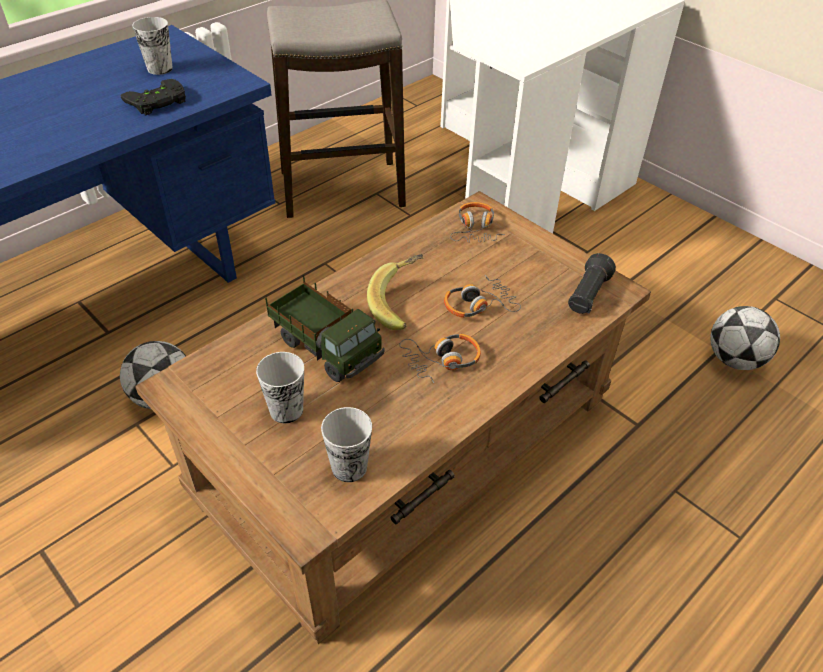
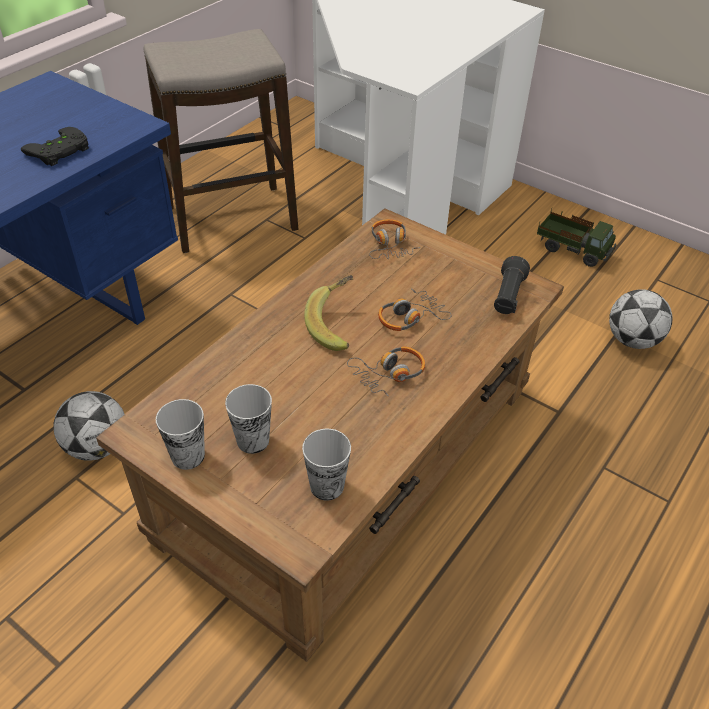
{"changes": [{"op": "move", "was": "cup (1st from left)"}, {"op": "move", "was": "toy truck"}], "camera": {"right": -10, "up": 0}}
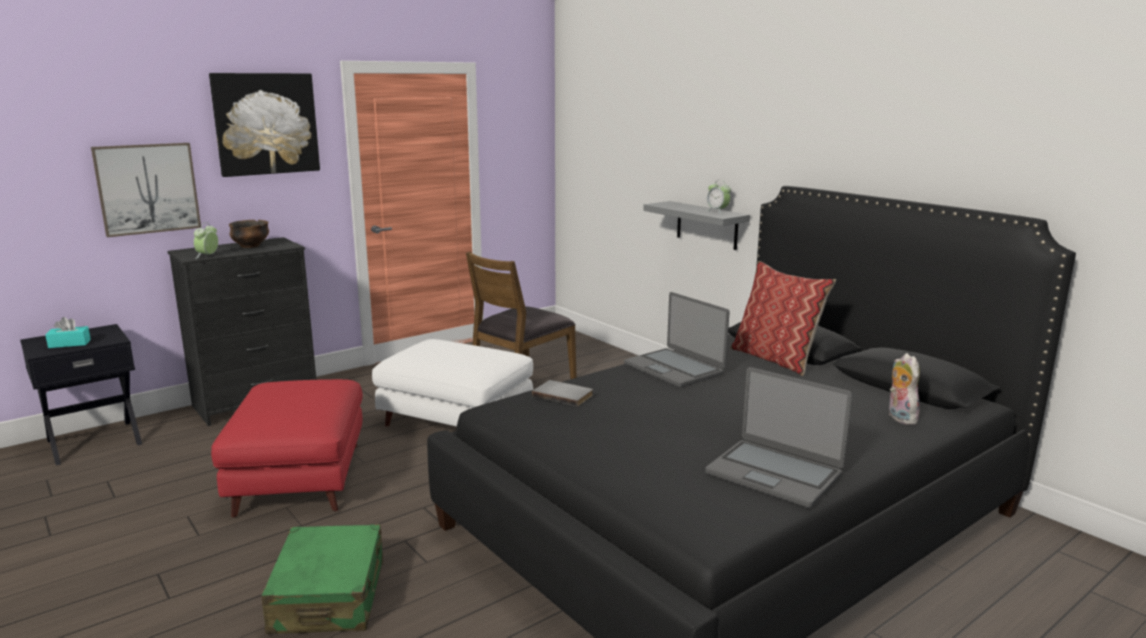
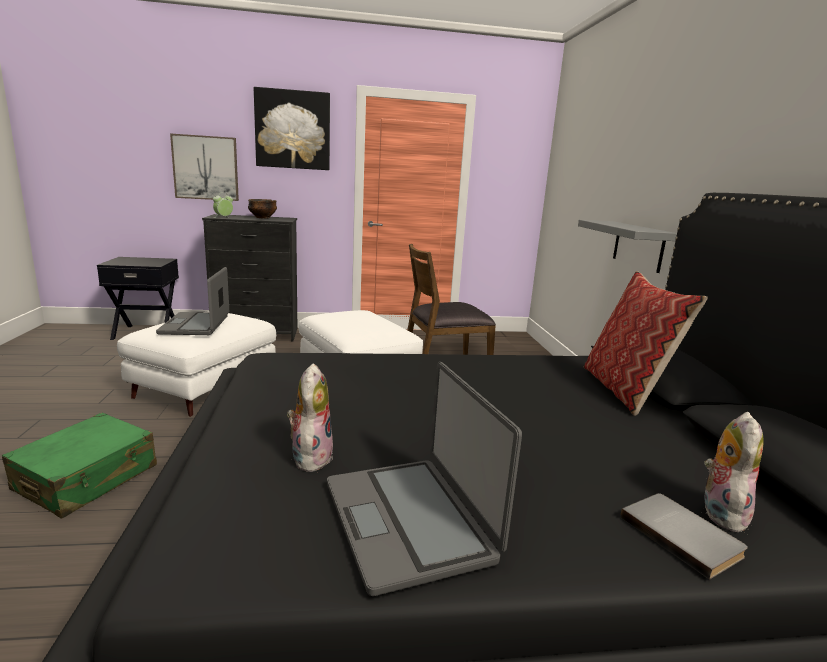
{"changes": [{"op": "recolor", "was": "red ottoman", "now": "white ottoman (1st from left)"}, {"op": "move", "was": "laptop (1st from left)"}, {"op": "insert", "now": "plush toy (1st from left)"}, {"op": "move", "was": "grey book"}, {"op": "delete", "was": "turquoise tissue box"}, {"op": "delete", "was": "alarm clock (2nd from left)"}], "camera": {"right": 30, "up": 0}}
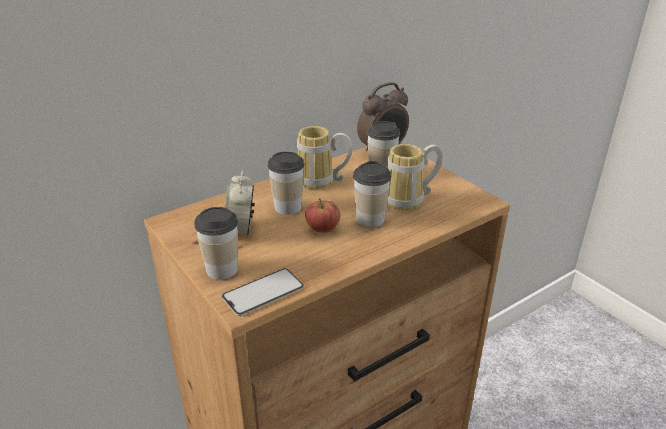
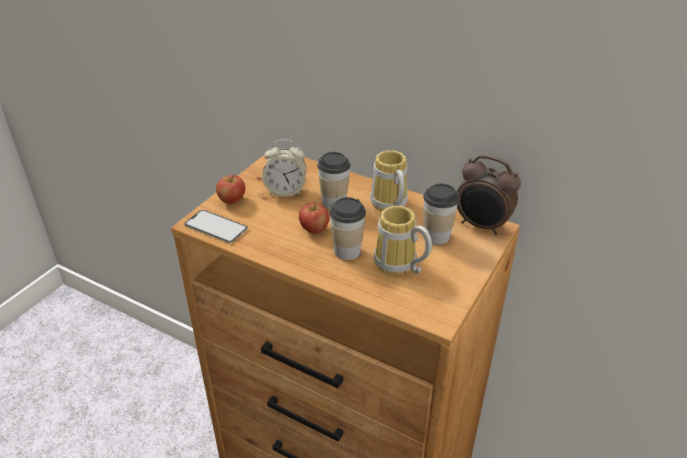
{"changes": [{"op": "replace", "was": "cup (1st from left)", "now": "apple (1st from left)"}, {"op": "rotate", "was": "alarm clock (1st from left)", "clockwise": -150}], "camera": {"right": 65, "up": 5}}
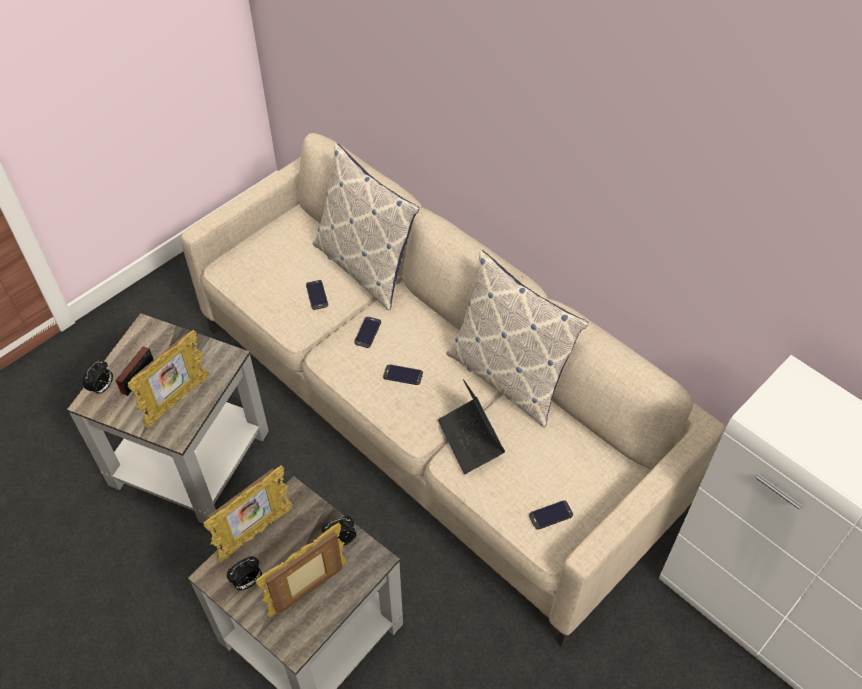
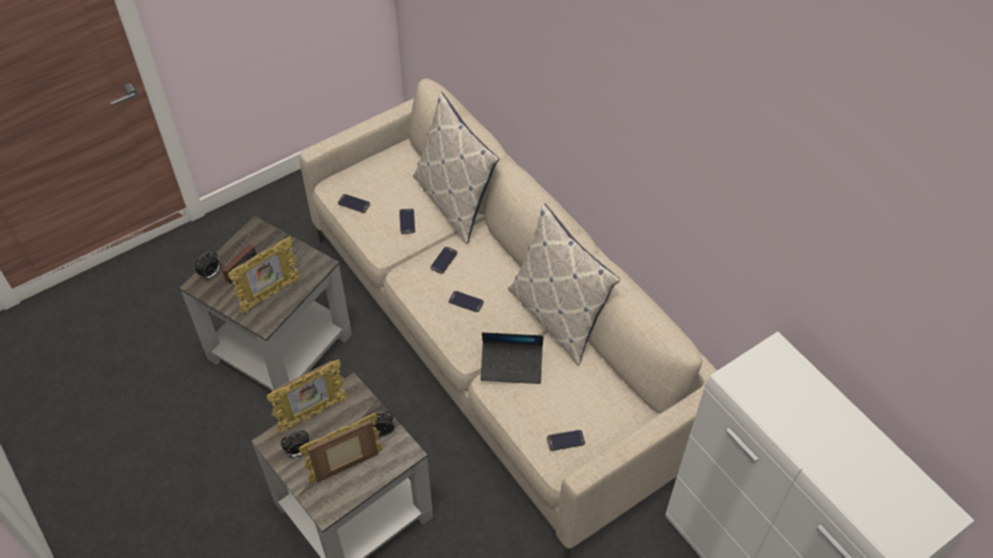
{"changes": [{"op": "insert", "now": "phone (1st from left)"}, {"op": "rotate", "was": "laptop", "clockwise": -75}], "camera": {"right": 10, "up": 0}}
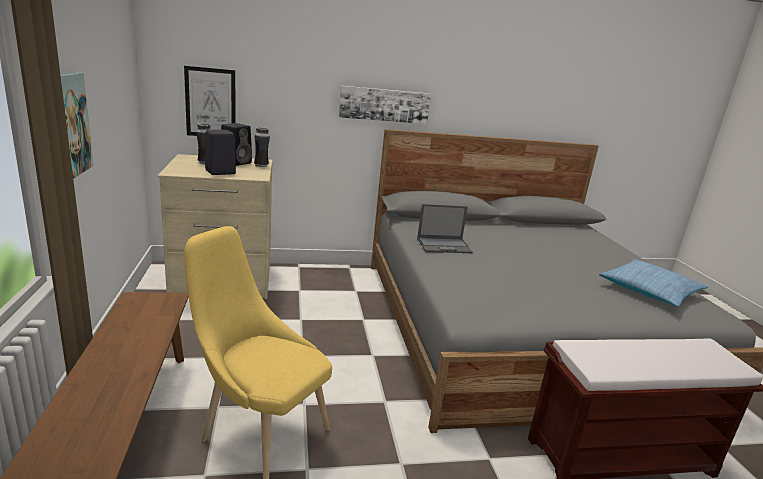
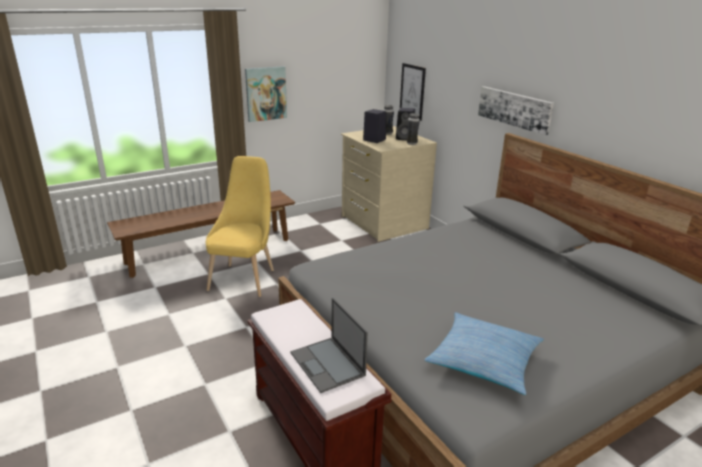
{"changes": [{"op": "move", "was": "laptop"}], "camera": {"right": 70, "up": 5}}
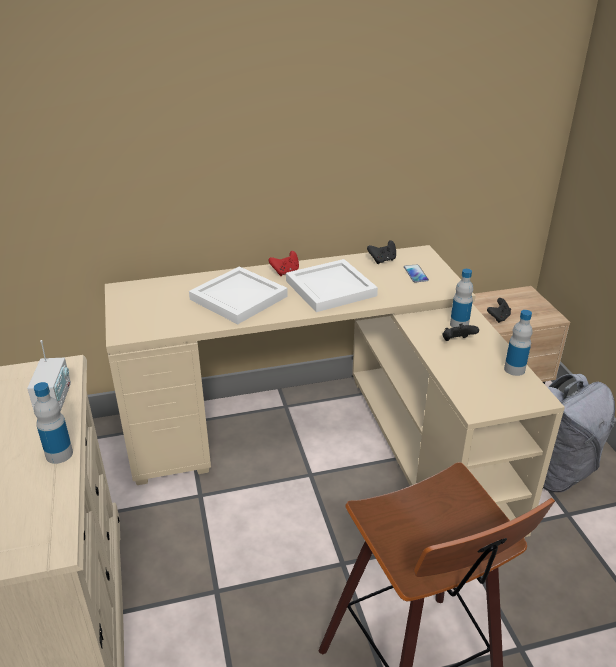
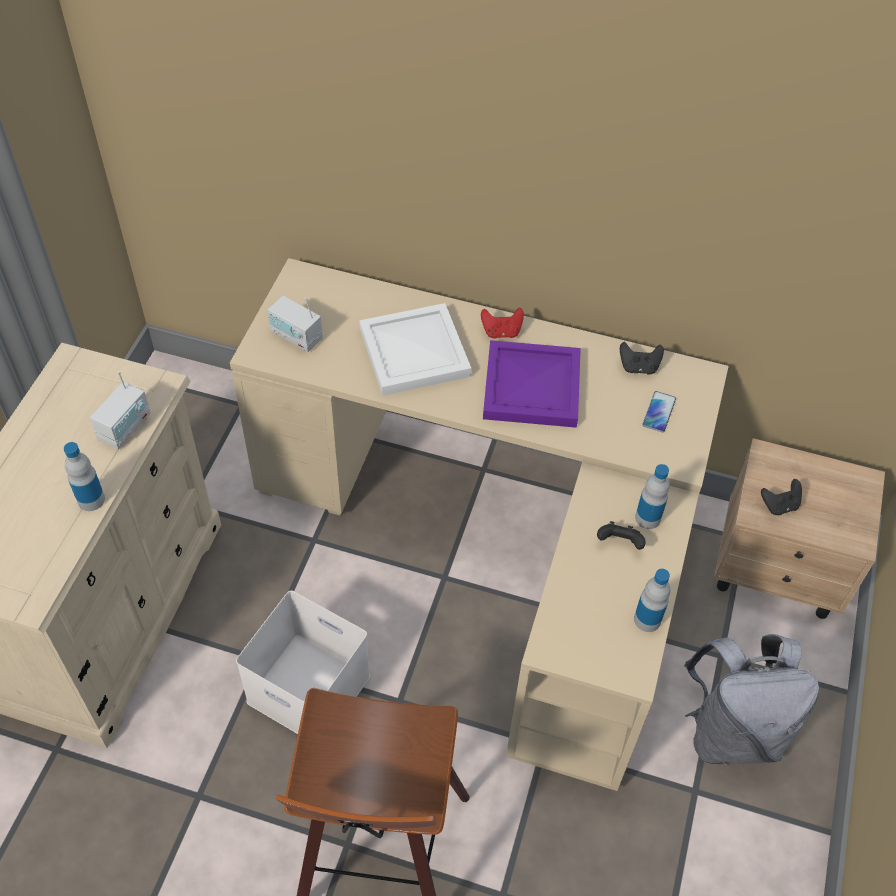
{"changes": [{"op": "insert", "now": "white storage box"}, {"op": "insert", "now": "radio (2nd from left)"}, {"op": "recolor", "was": "white tray (2nd from left)", "now": "purple tray"}], "camera": {"right": 30, "up": 20}}
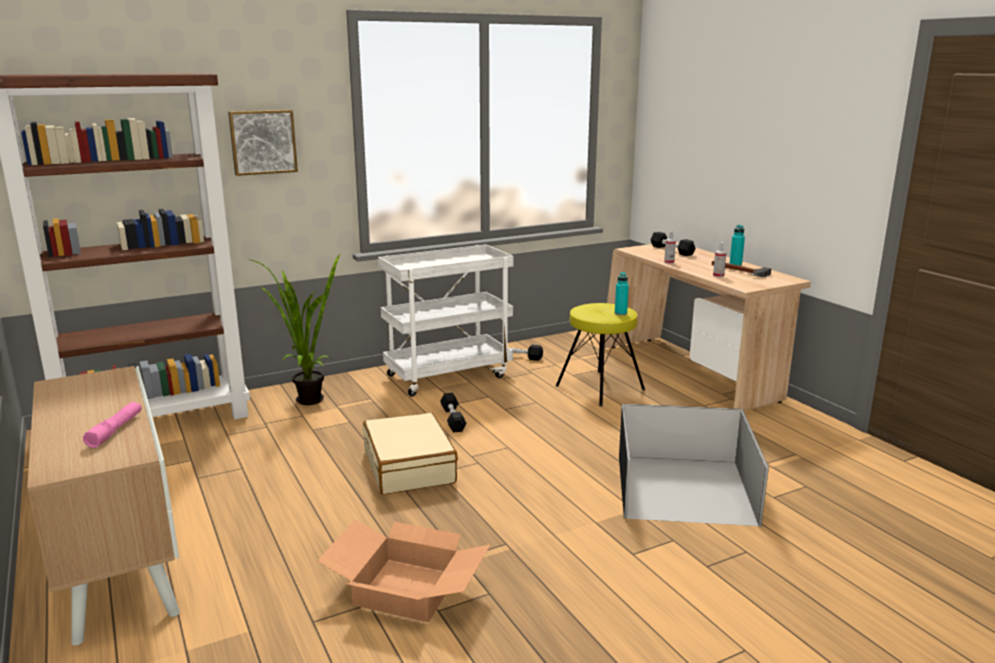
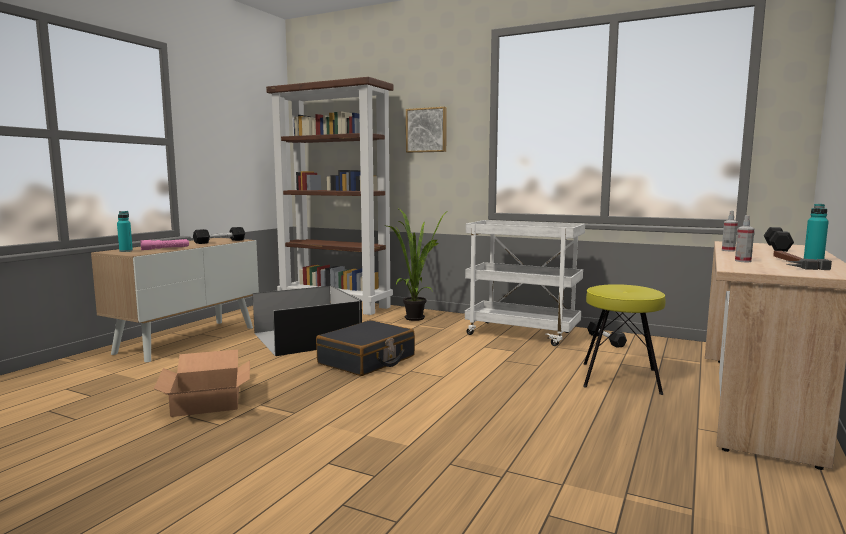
{"changes": [{"op": "move", "was": "turquoise bottle (1st from left)"}, {"op": "move", "was": "black dumbbell (1st from left)"}, {"op": "move", "was": "black storage box"}, {"op": "recolor", "was": "beige suitcase", "now": "black suitcase"}], "camera": {"right": 55, "up": -10}}
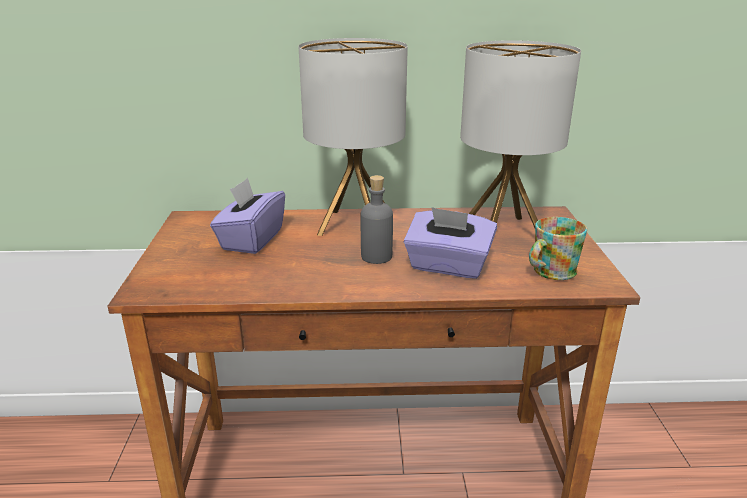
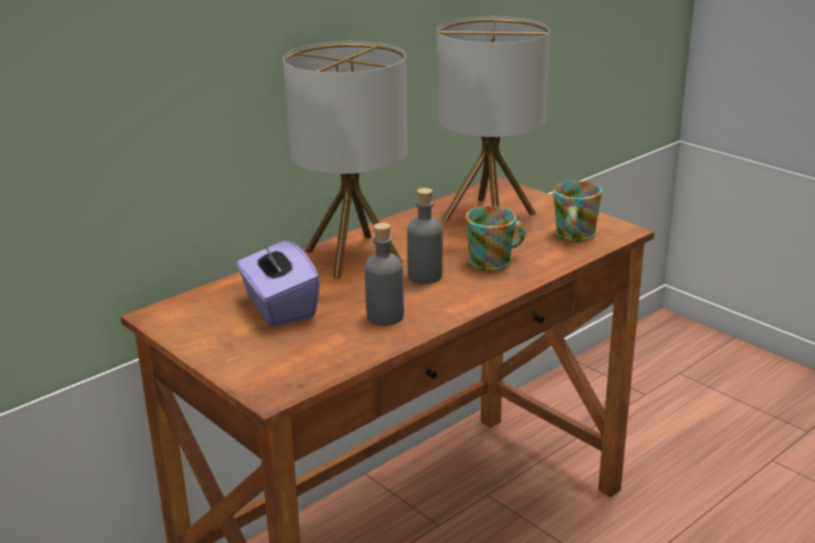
{"changes": [{"op": "insert", "now": "grey bottle (1st from left)"}, {"op": "replace", "was": "purple tissue box (2nd from left)", "now": "mug (1st from left)"}], "camera": {"right": -40, "up": 0}}
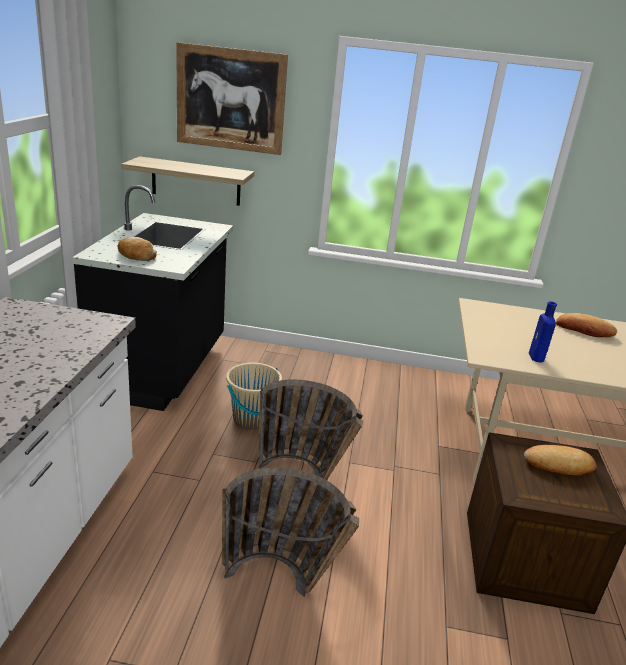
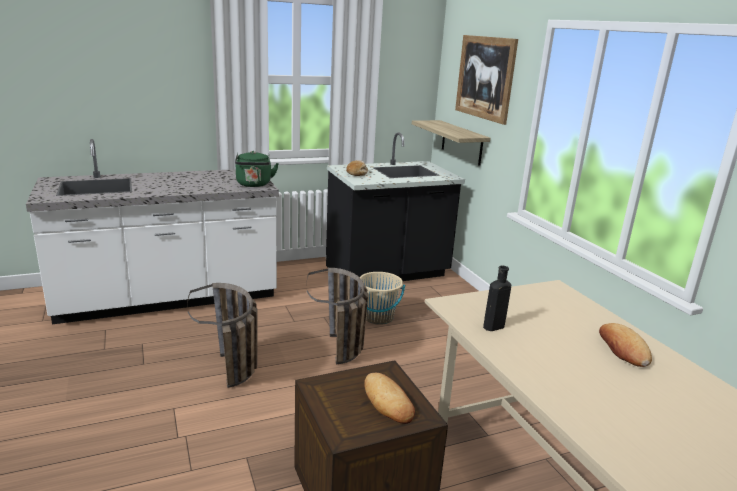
{"changes": [{"op": "insert", "now": "green kettle"}, {"op": "recolor", "was": "blue bottle", "now": "black bottle"}], "camera": {"right": 60, "up": -5}}
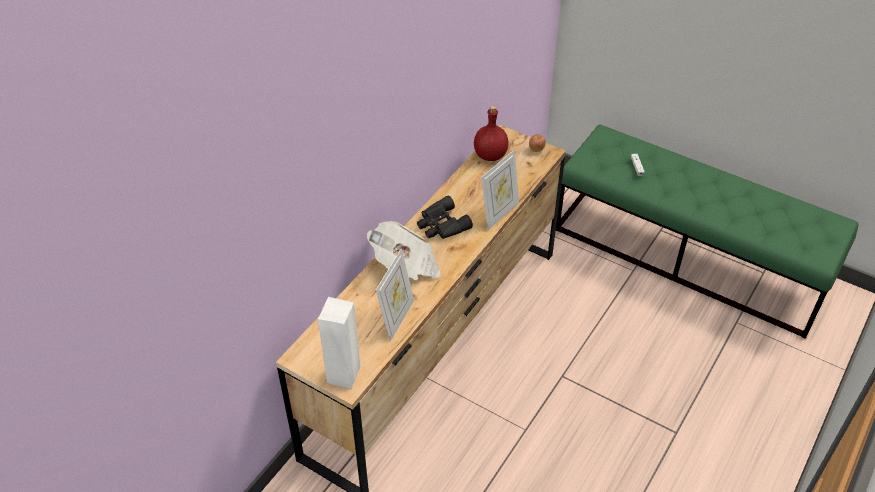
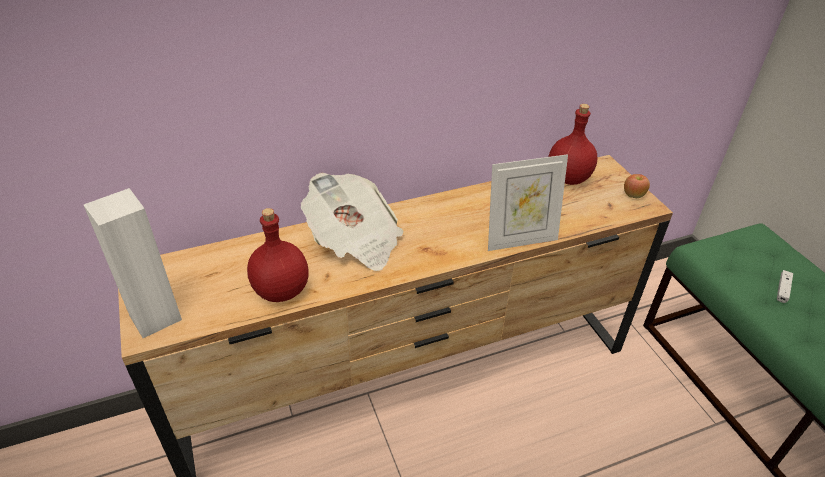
{"changes": [{"op": "replace", "was": "picture frame (1st from left)", "now": "red bottle (1st from left)"}, {"op": "delete", "was": "black binoculars"}], "camera": {"right": 35, "up": -5}}
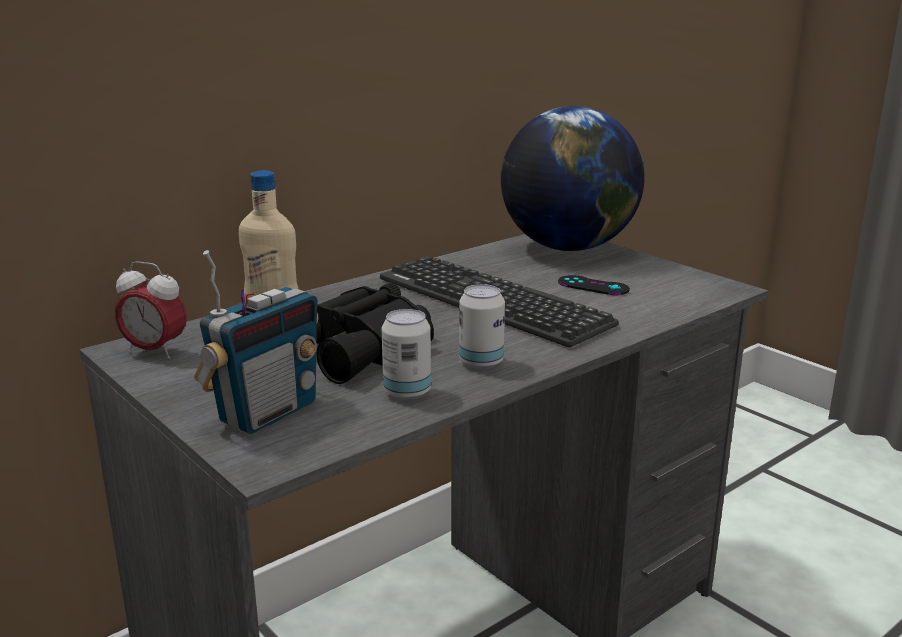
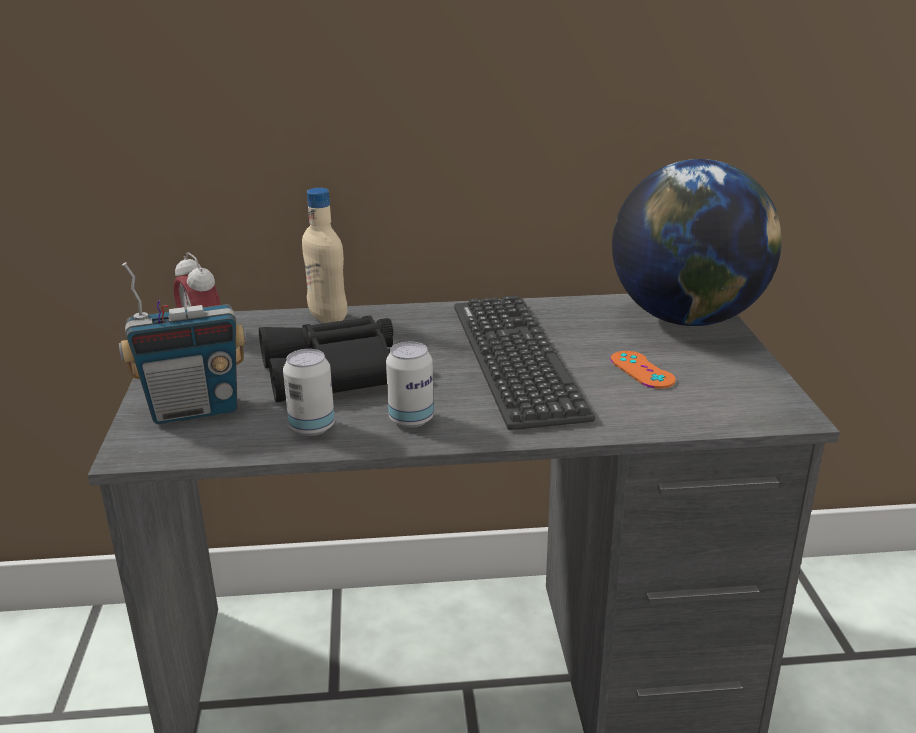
{"changes": [{"op": "recolor", "was": "black game controller", "now": "orange game controller"}], "camera": {"right": 35, "up": 5}}
